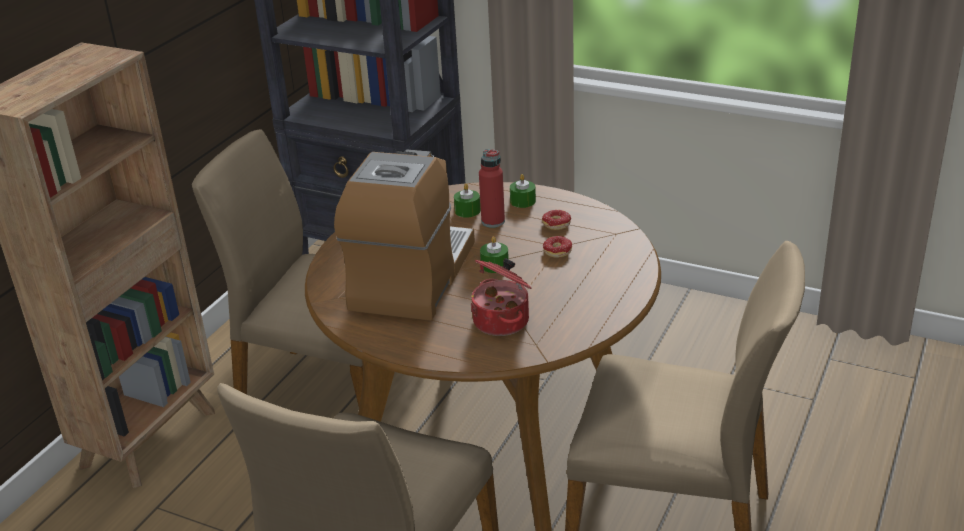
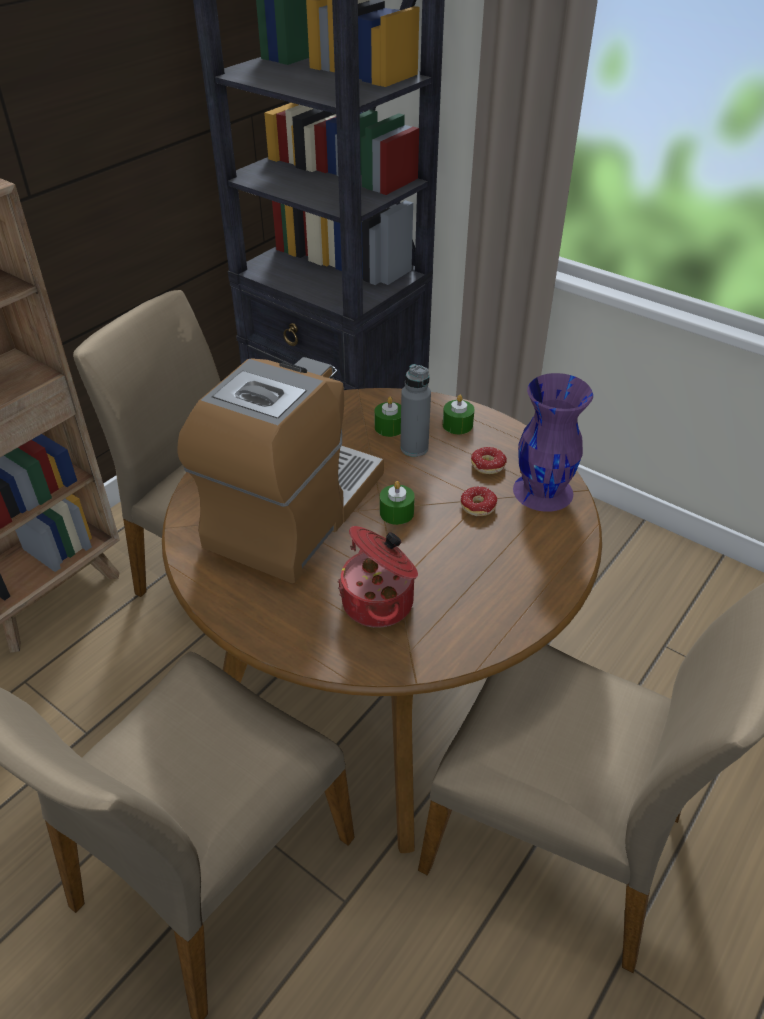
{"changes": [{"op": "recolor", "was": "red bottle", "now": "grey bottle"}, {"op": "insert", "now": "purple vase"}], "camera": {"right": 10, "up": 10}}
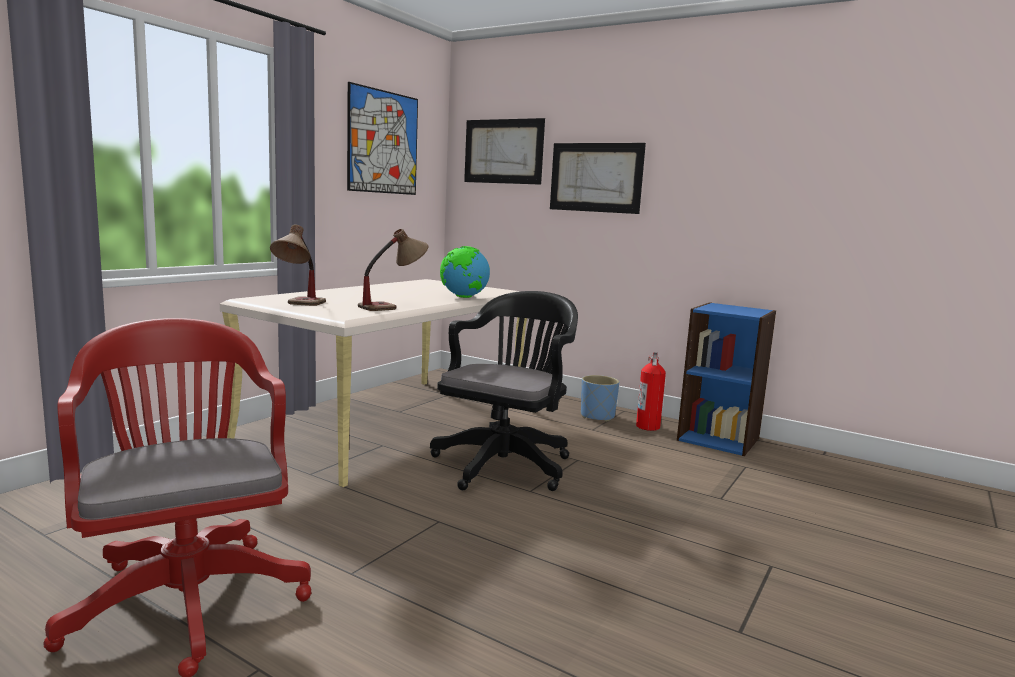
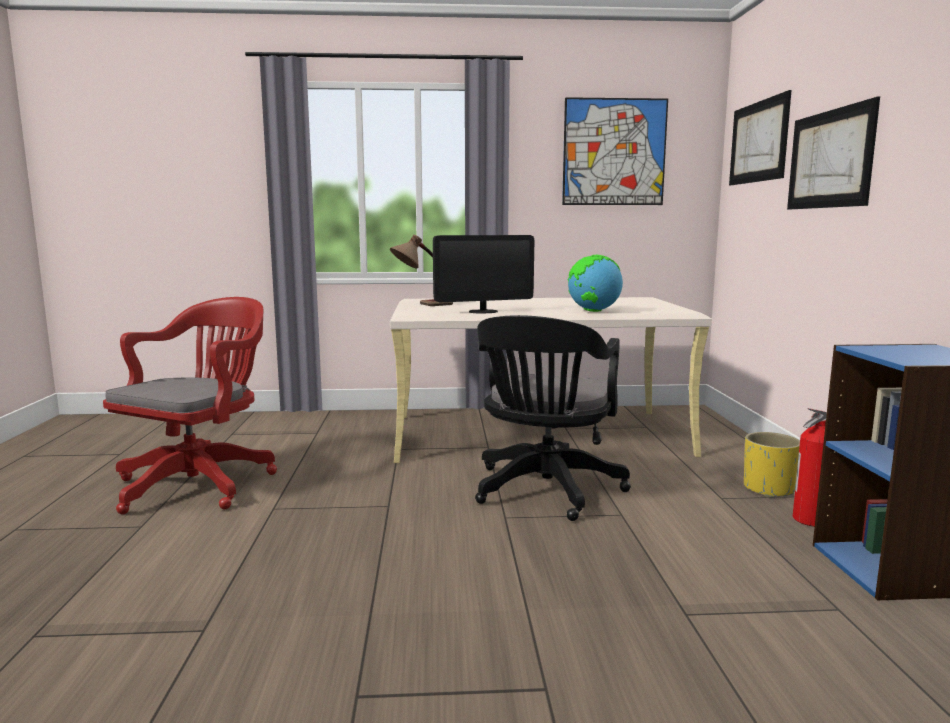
{"changes": [{"op": "replace", "was": "table lamp (2nd from left)", "now": "monitor"}, {"op": "rotate", "was": "black office chair", "clockwise": 120}, {"op": "recolor", "was": "blue planter", "now": "yellow planter"}], "camera": {"right": 55, "up": 0}}
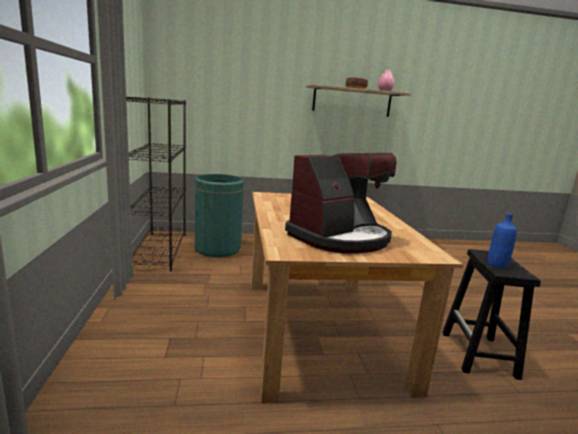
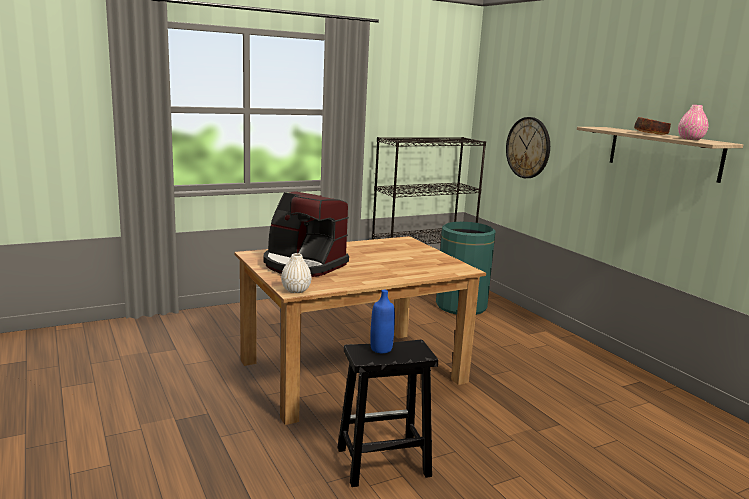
{"changes": [{"op": "insert", "now": "white vase"}, {"op": "insert", "now": "wall clock"}], "camera": {"right": 70, "up": 0}}
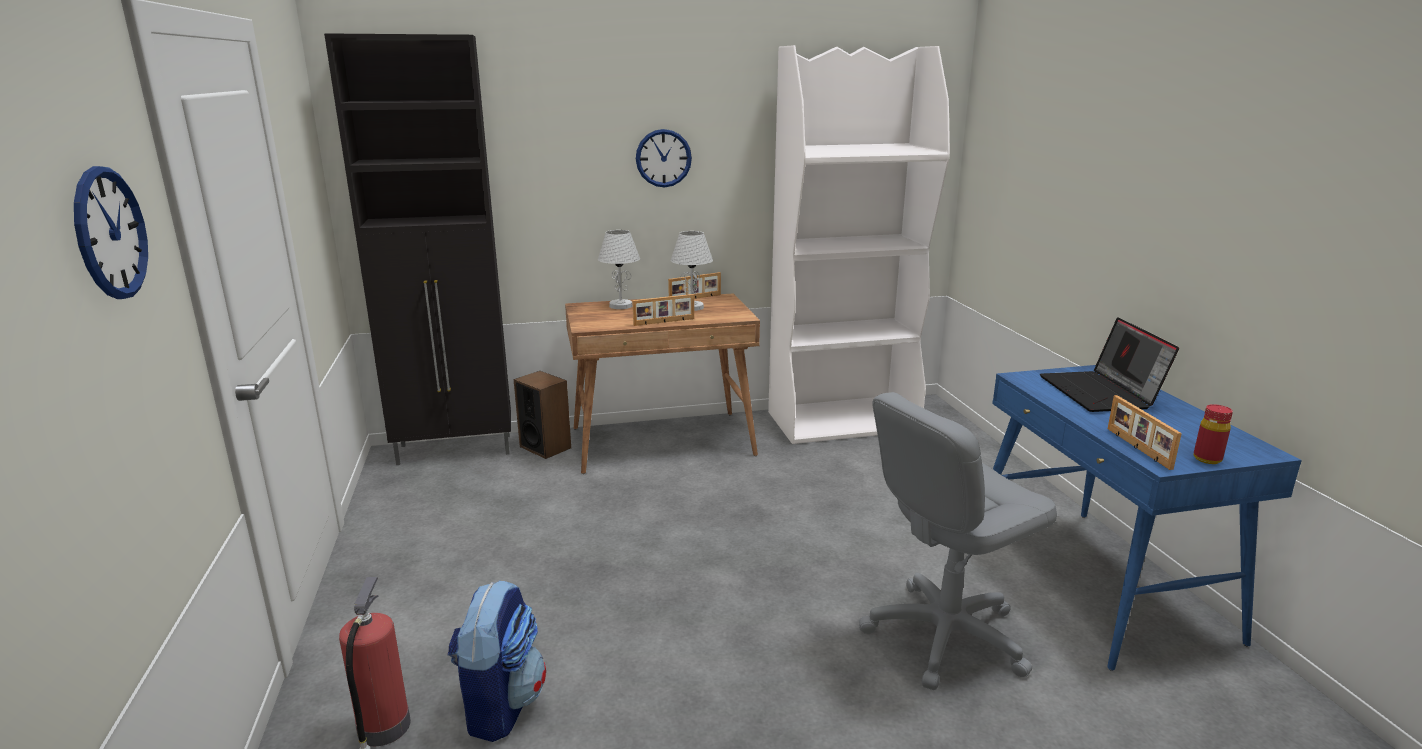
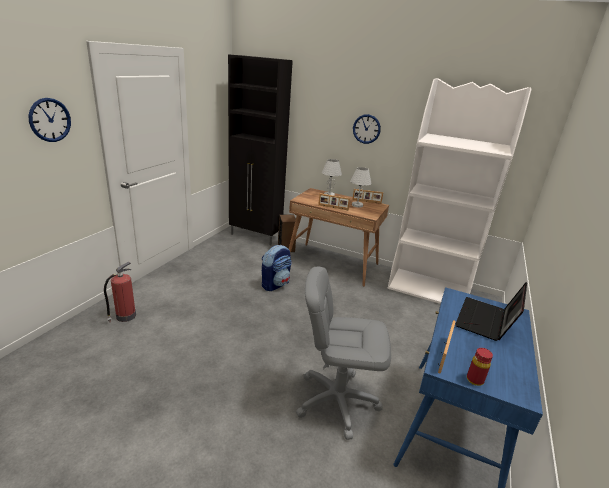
{"changes": [{"op": "move", "was": "backpack"}], "camera": {"right": 35, "up": 5}}
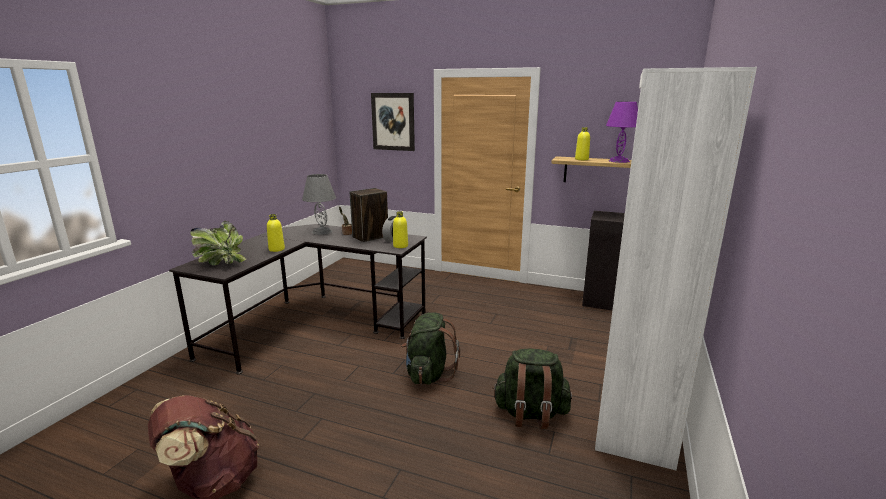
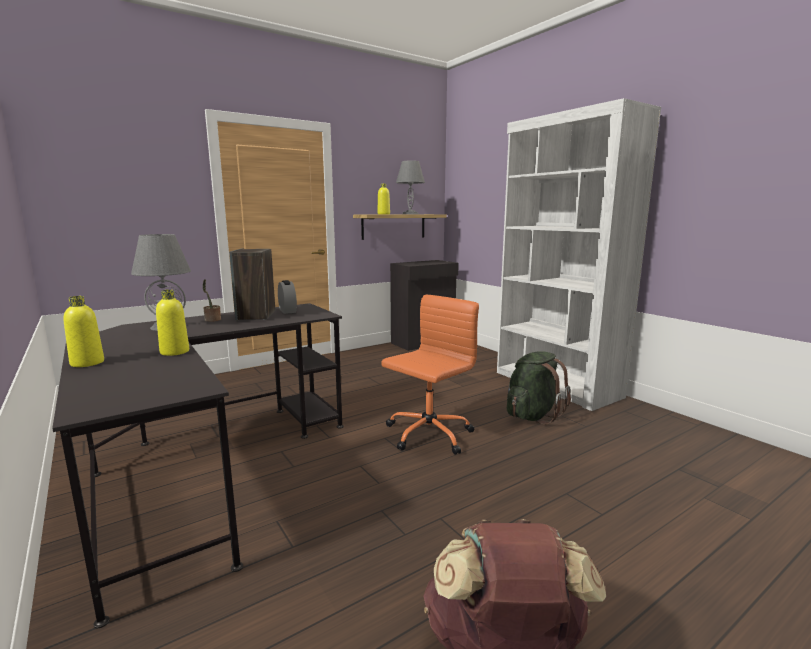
{"changes": [{"op": "move", "was": "yellow bottle (2nd from left in the first image)", "now": "yellow bottle (1st from left)"}, {"op": "replace", "was": "green backpack (1st from left)", "now": "orange office chair"}, {"op": "recolor", "was": "purple table lamp", "now": "grey table lamp (2nd from left)"}, {"op": "delete", "was": "potted plant (1st from left)"}, {"op": "delete", "was": "picture"}], "camera": {"right": -55, "up": -5}}
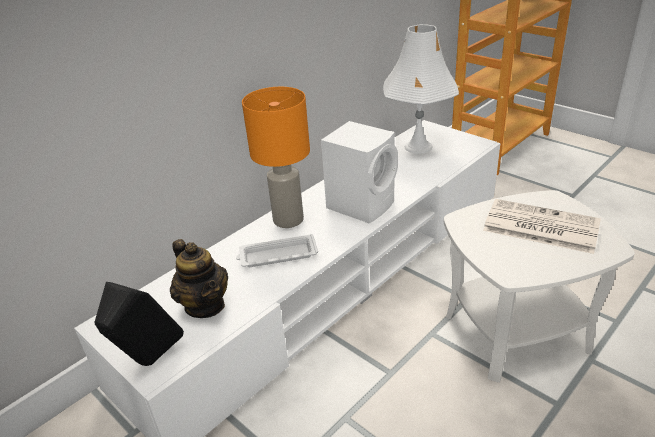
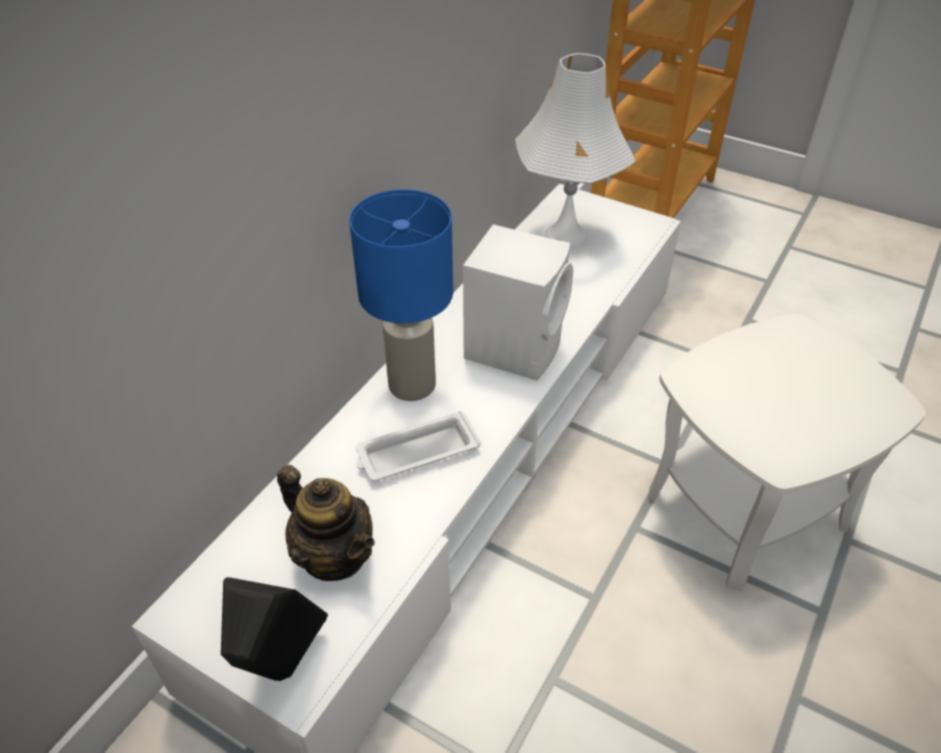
{"changes": [{"op": "recolor", "was": "orange table lamp", "now": "blue table lamp"}, {"op": "delete", "was": "newspaper"}], "camera": {"right": -15, "up": 10}}
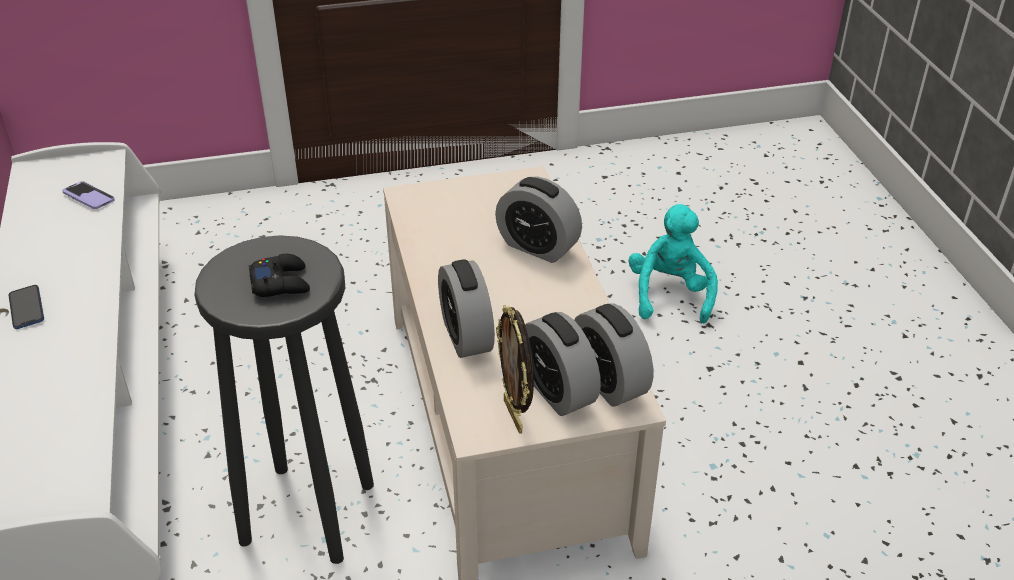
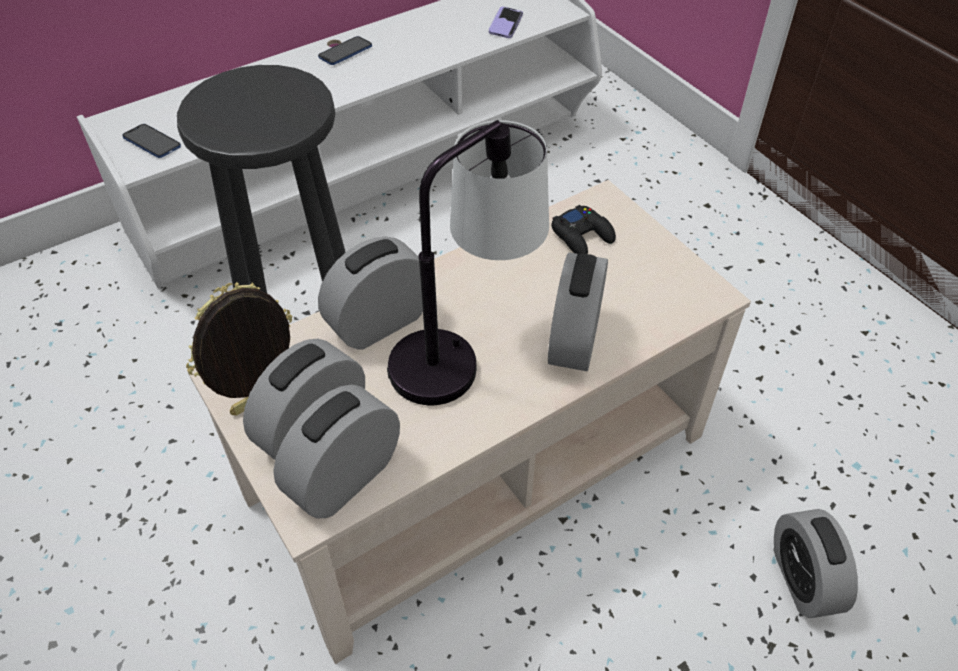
{"changes": [{"op": "insert", "now": "phone (1st from left)"}, {"op": "insert", "now": "table lamp"}, {"op": "move", "was": "black game controller"}, {"op": "replace", "was": "turquoise plush toy", "now": "alarm clock (5th from left)"}], "camera": {"right": 70, "up": 10}}
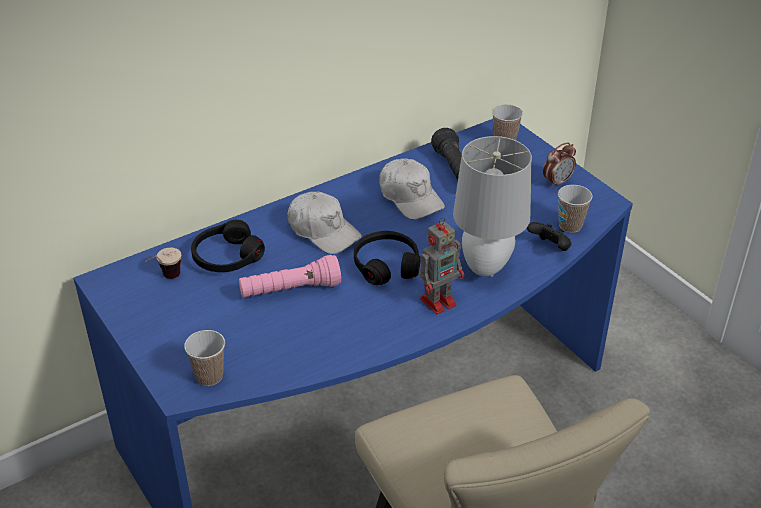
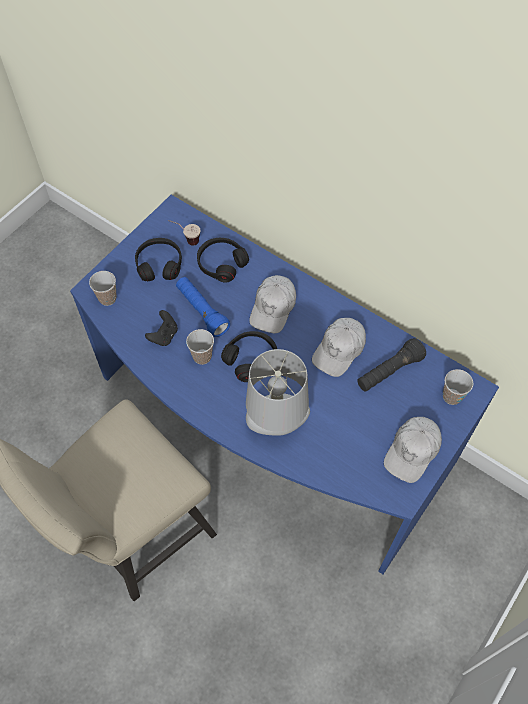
{"changes": [{"op": "insert", "now": "black headphones (1st from left)"}, {"op": "move", "was": "black game controller"}, {"op": "recolor", "was": "pink flashlight", "now": "blue flashlight"}, {"op": "move", "was": "cup (4th from left in the first image)", "now": "cup (3rd from left)"}, {"op": "replace", "was": "alarm clock", "now": "white cap (3rd from left)"}, {"op": "delete", "was": "toy robot"}], "camera": {"right": 70, "up": 20}}
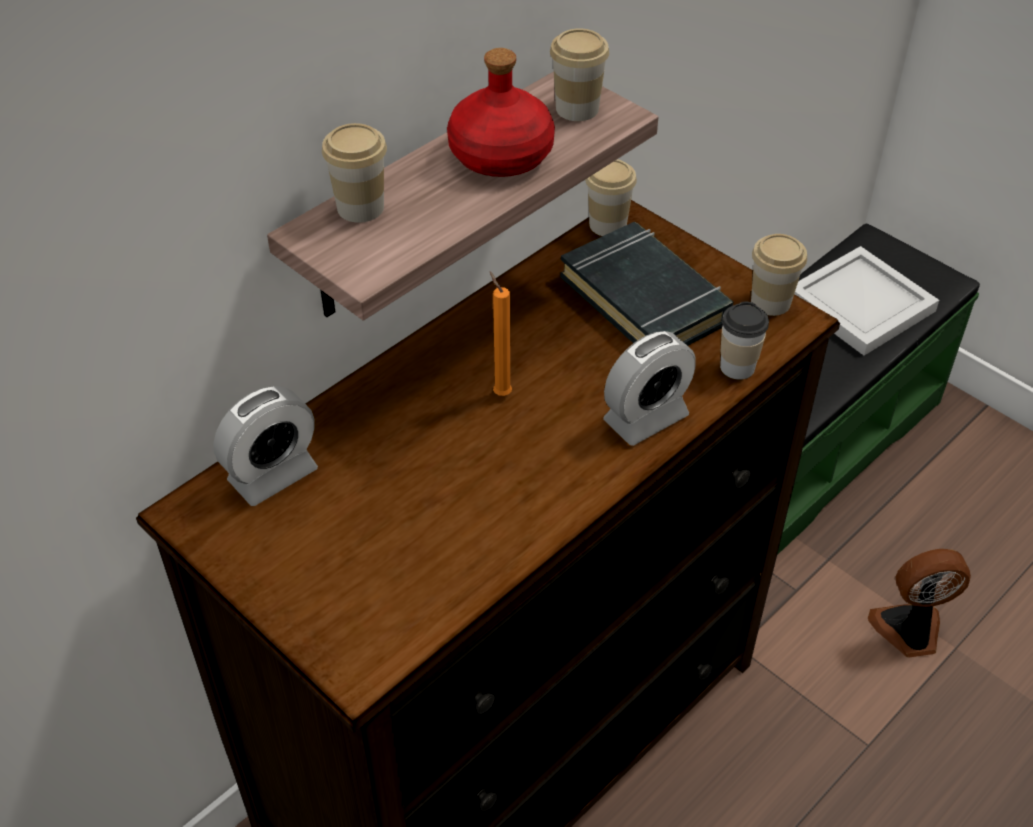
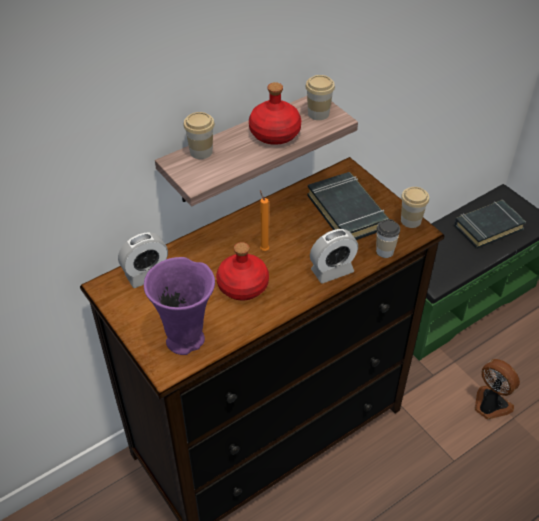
{"changes": [{"op": "insert", "now": "purple vase"}, {"op": "insert", "now": "red bottle (1st from left)"}, {"op": "replace", "was": "white tray", "now": "black book (2nd from left)"}, {"op": "rotate", "was": "fan", "clockwise": 45}, {"op": "delete", "was": "cup (3rd from left)"}], "camera": {"right": 10, "up": 0}}
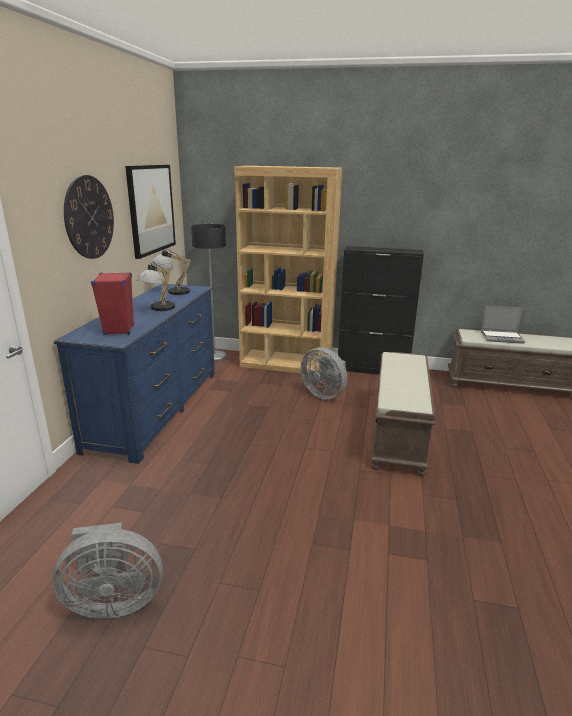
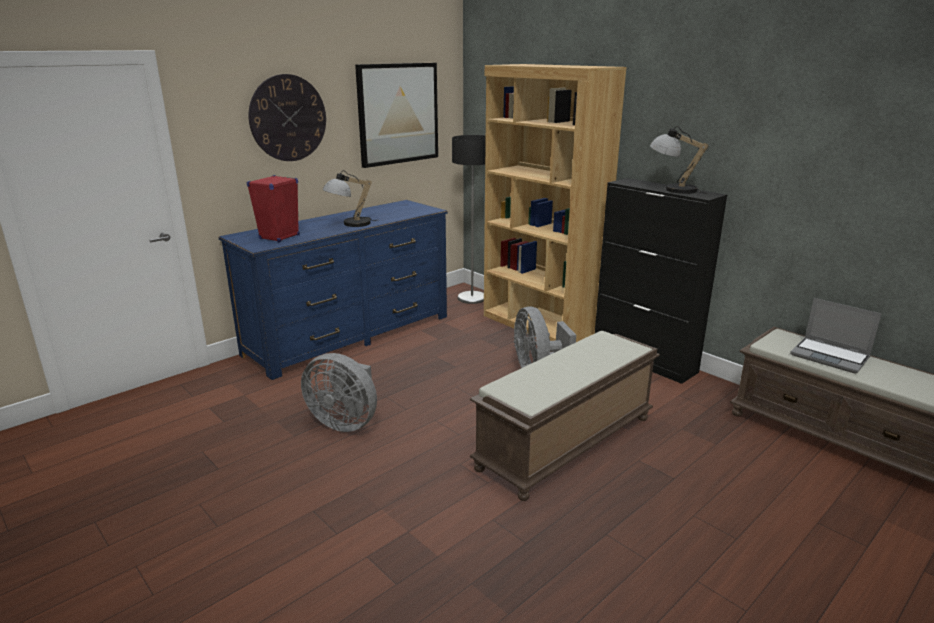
{"changes": [{"op": "move", "was": "grey fan (1st from left)"}, {"op": "move", "was": "table lamp (2nd from left)"}], "camera": {"right": 35, "up": 0}}
